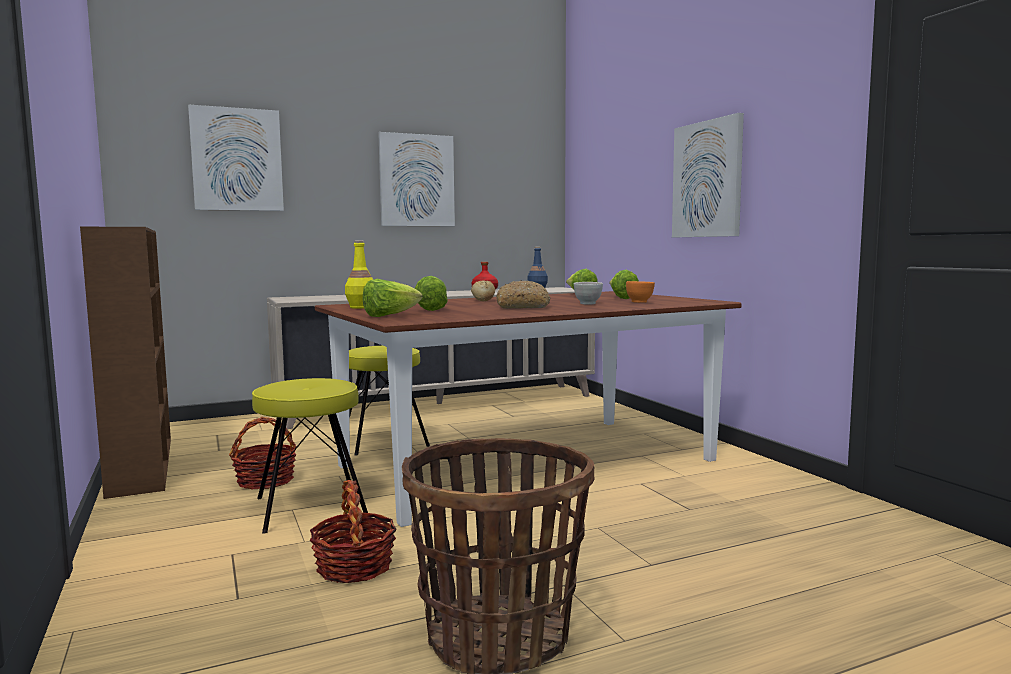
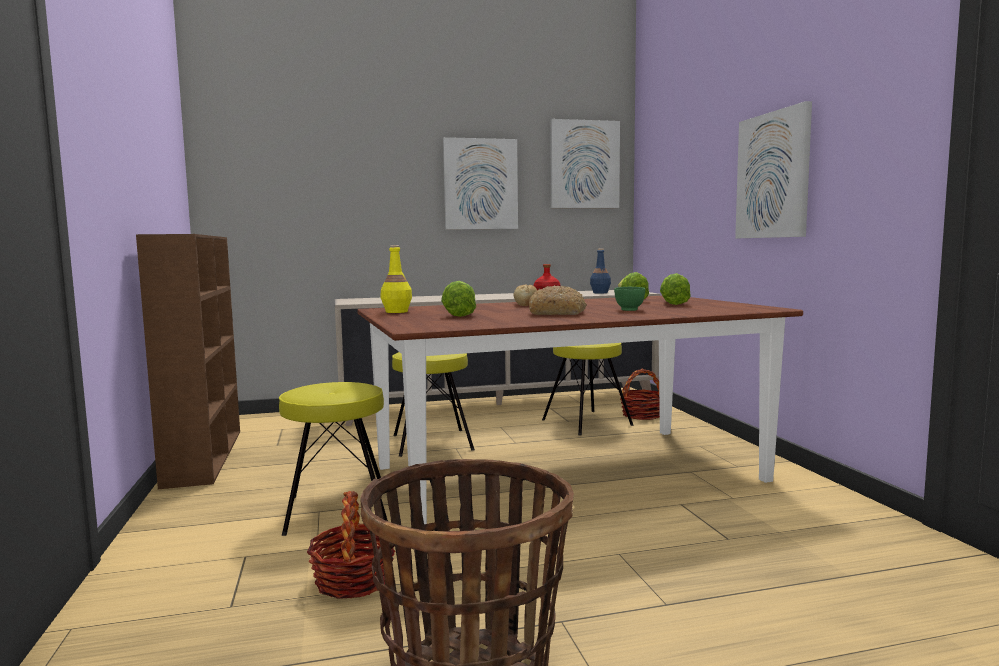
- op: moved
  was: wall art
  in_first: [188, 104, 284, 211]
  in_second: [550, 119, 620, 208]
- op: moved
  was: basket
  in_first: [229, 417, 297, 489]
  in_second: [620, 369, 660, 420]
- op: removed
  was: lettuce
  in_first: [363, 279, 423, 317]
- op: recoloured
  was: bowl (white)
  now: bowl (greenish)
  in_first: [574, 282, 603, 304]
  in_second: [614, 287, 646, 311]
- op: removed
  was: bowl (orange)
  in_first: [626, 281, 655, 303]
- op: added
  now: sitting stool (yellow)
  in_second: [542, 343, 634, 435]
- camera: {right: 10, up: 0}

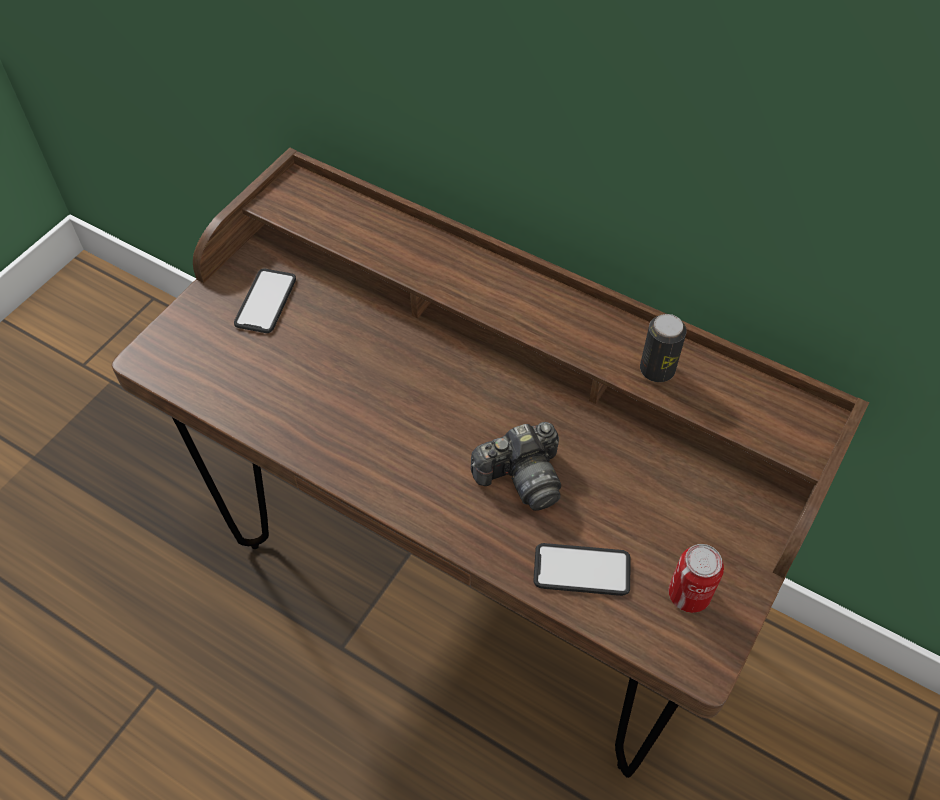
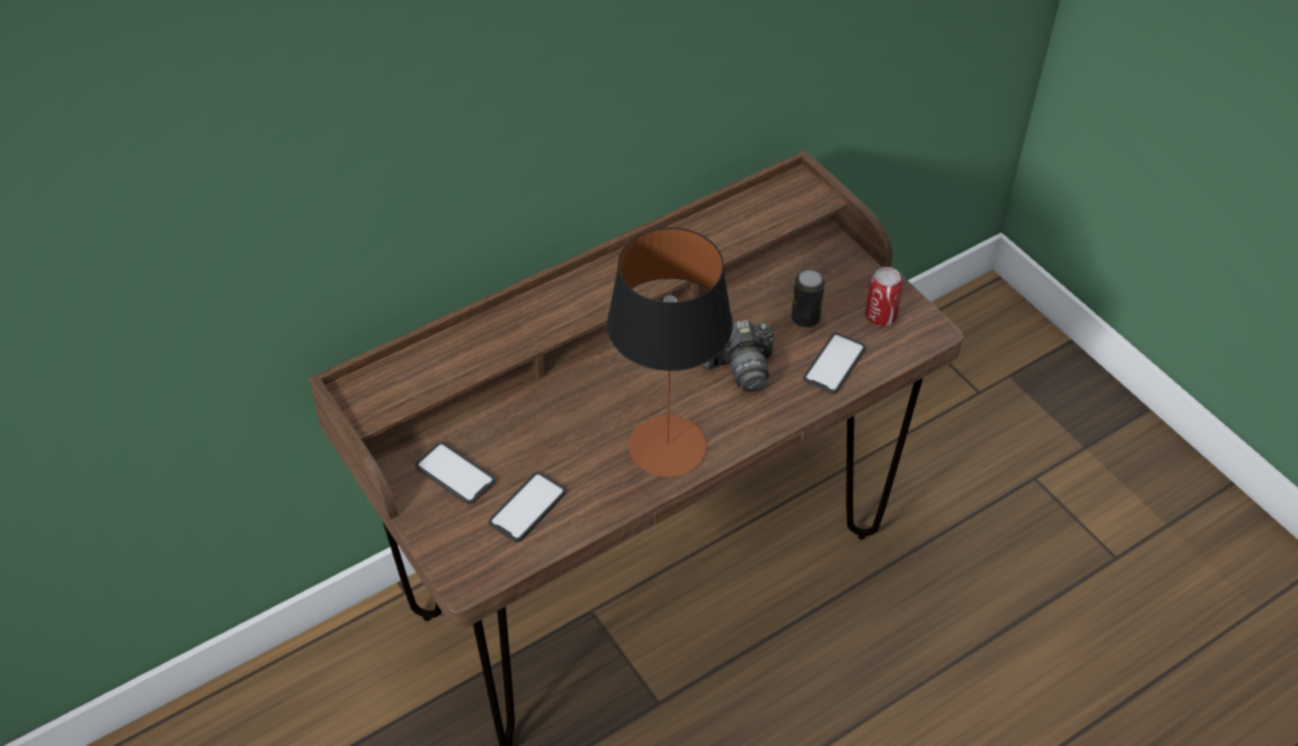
- op: turned
  was: still camera
  in_first: [471, 422, 561, 511]
  in_second: [702, 320, 774, 392]
  clockwise: 75
- op: moved
  was: metal can
  in_first: [640, 314, 687, 382]
  in_second: [791, 270, 825, 327]
- op: added
  now: phone
  in_second: [488, 472, 566, 542]
- op: added
  now: lamp for a table
  in_second: [607, 227, 733, 477]
- camera: {right: -65, up: -5}

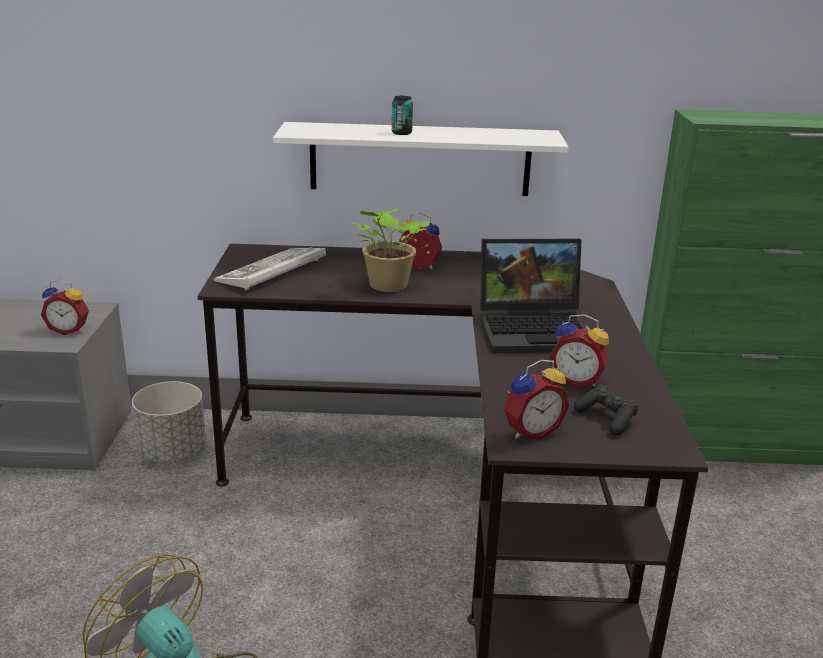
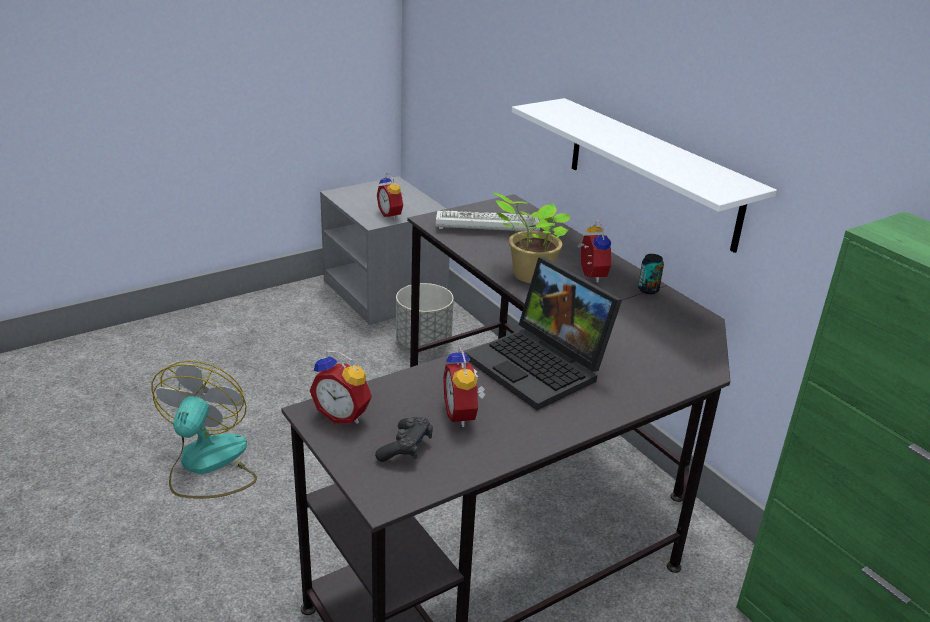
- op: moved
  was: metal can
  in_first: [392, 96, 413, 135]
  in_second: [638, 254, 664, 294]
- camera: {right: 55, up: 5}

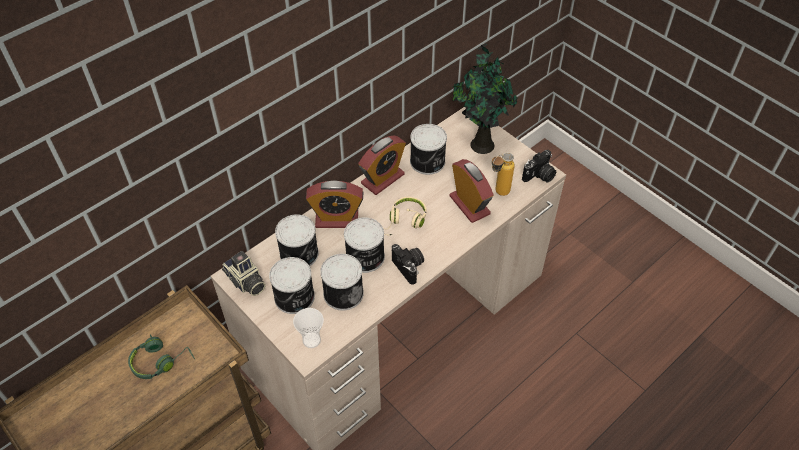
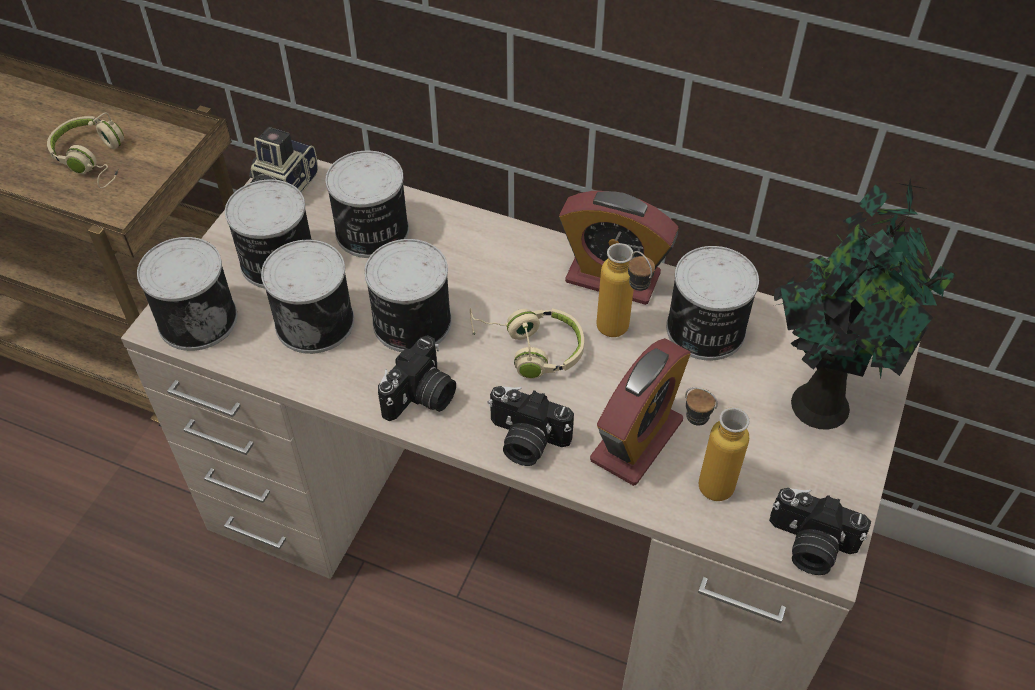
- op: recoloured
  was: headset (greenish)
  now: headset (beige-coloured)
  in_first: [128, 334, 195, 379]
  in_second: [47, 112, 124, 188]
- op: replaced
  was: small cup
  now: metal can
  in_first: [293, 308, 324, 348]
  in_second: [137, 237, 237, 351]
- op: removed
  was: bedside clock
  in_first: [306, 181, 363, 228]
- op: added
  now: still camera
  in_second: [488, 386, 574, 466]
- op: added
  now: beverage bottle
  in_second: [596, 243, 655, 337]
- camera: {right: 65, up: 0}

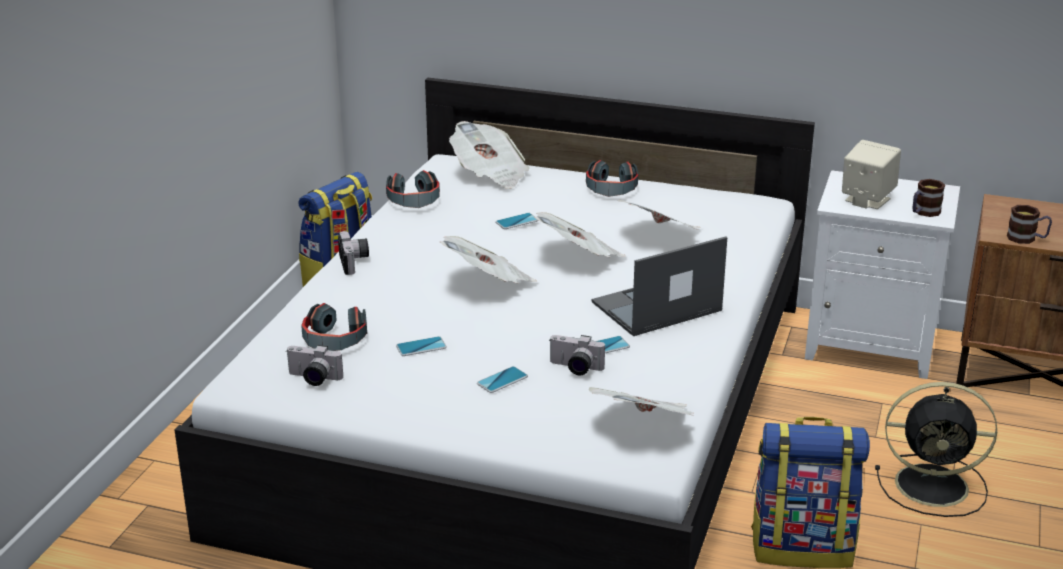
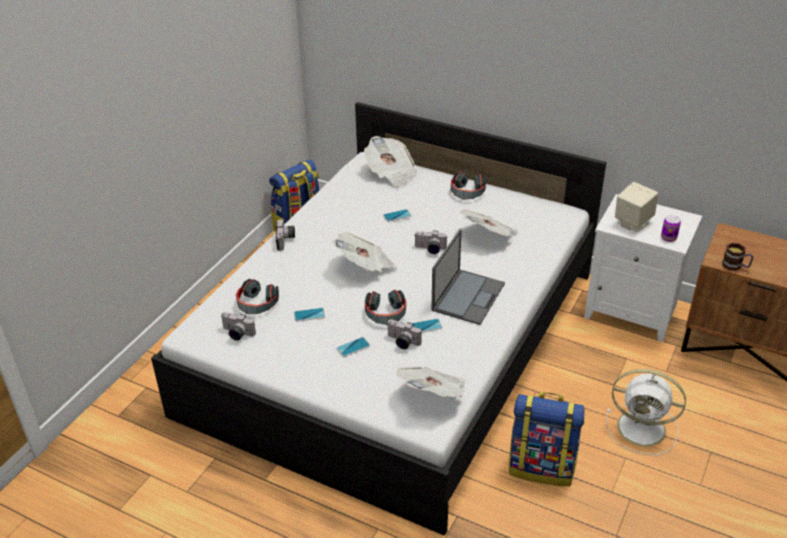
- op: moved
  was: headset
  in_first: [386, 170, 440, 208]
  in_second: [365, 290, 406, 325]
- op: replaced
  was: daily paper
  now: still camera
  in_first: [534, 212, 626, 258]
  in_second: [415, 231, 448, 254]
- op: turned
  was: portable computer
  in_first: [592, 236, 727, 336]
  in_second: [431, 229, 505, 325]
  clockwise: 135
- op: recoloured
  was: fan (blackish)
  now: fan (white)
  in_first: [875, 382, 997, 517]
  in_second: [606, 369, 686, 455]
- op: replaced
  was: tea mug
  now: metal can
  in_first: [912, 179, 945, 217]
  in_second: [661, 215, 681, 242]
- camera: {right: 10, up: 10}

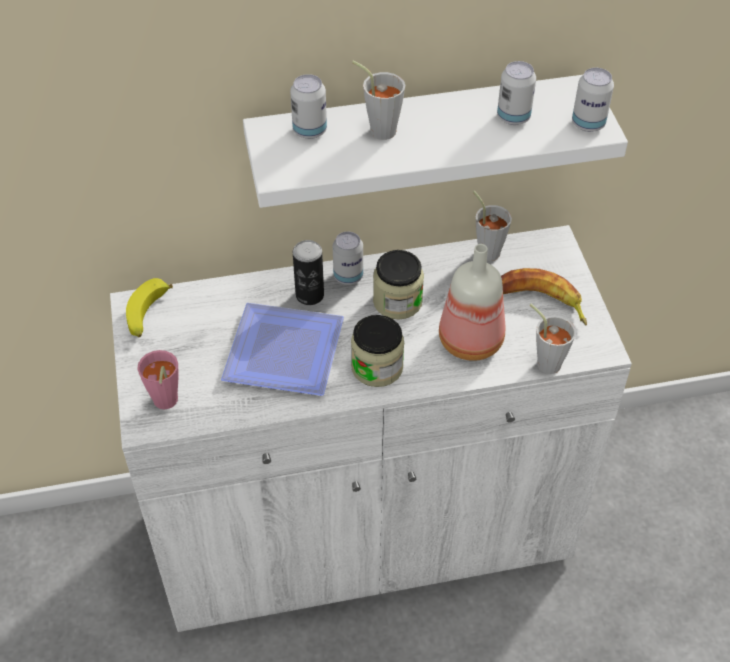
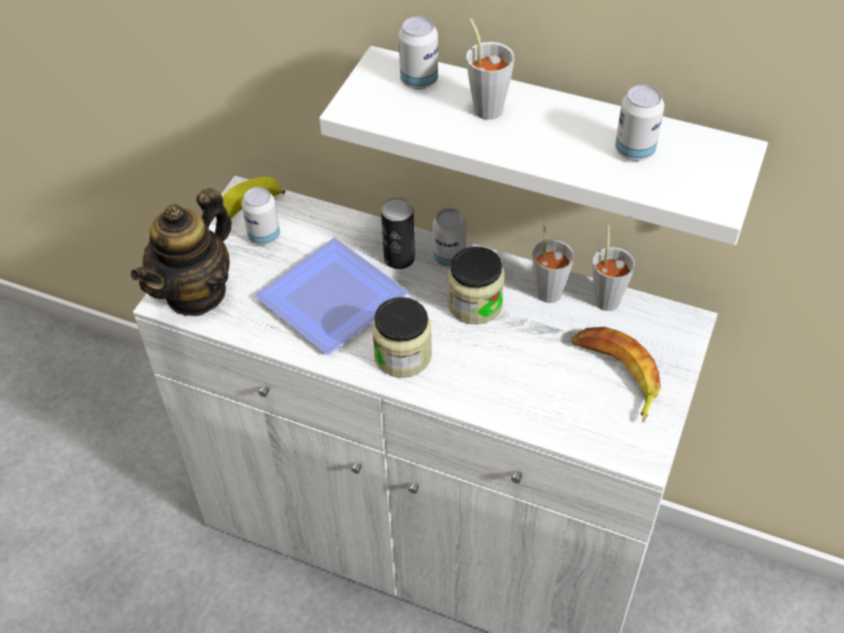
- op: replaced
  was: small cup (pinkish)
  now: pot for tea
  in_first: [137, 350, 179, 409]
  in_second: [131, 188, 232, 316]
- op: removed
  was: beverage bottle
  in_first: [439, 244, 505, 361]
- op: moved
  was: small cup (greyish)
  in_first: [530, 304, 576, 374]
  in_second: [532, 218, 574, 303]
- op: moved
  was: metal can
  in_first: [572, 68, 614, 132]
  in_second: [242, 187, 280, 245]
- camera: {right: 35, up: 0}

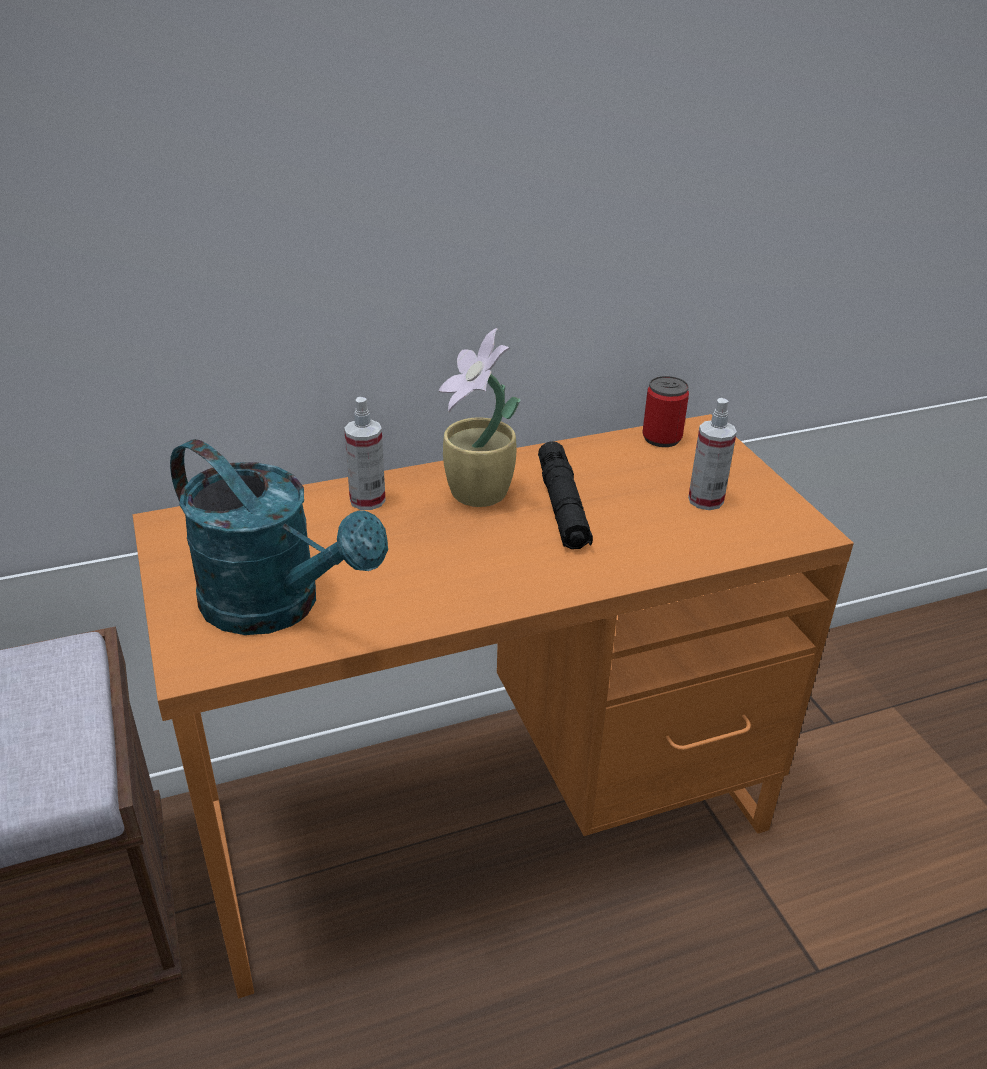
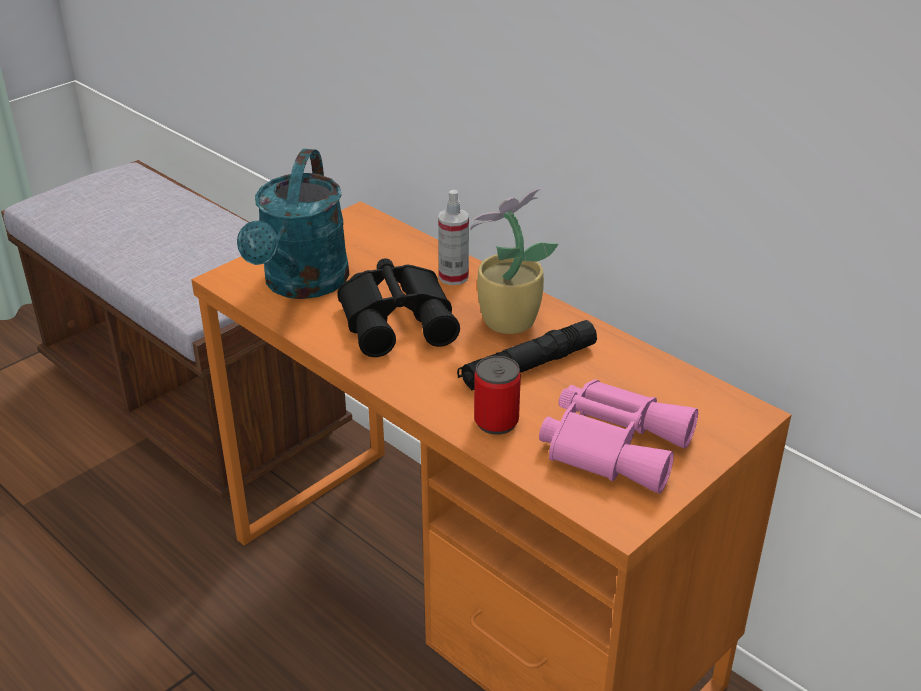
- op: moved
  was: metal can
  in_first: [643, 376, 689, 447]
  in_second: [474, 356, 521, 435]
- op: replaced
  was: spray bottle
  now: field glasses (pinkish)
  in_first: [688, 398, 737, 510]
  in_second: [539, 379, 698, 494]
- op: added
  now: field glasses (blackish)
  in_second: [338, 258, 460, 357]
- camera: {right: 65, up: 0}

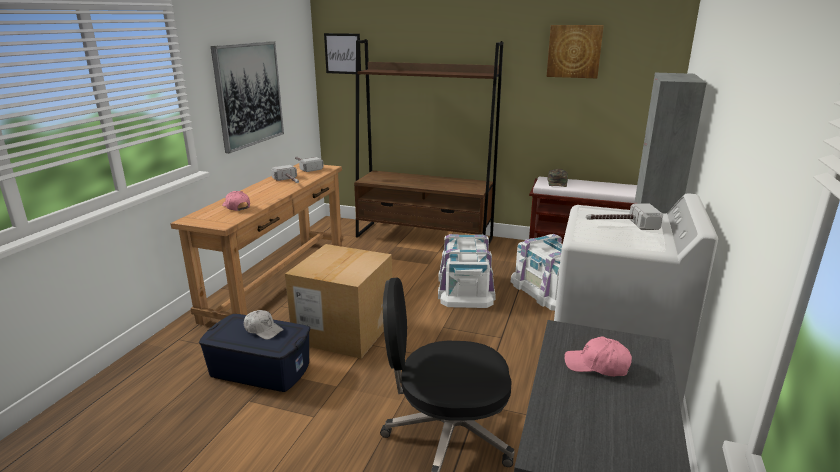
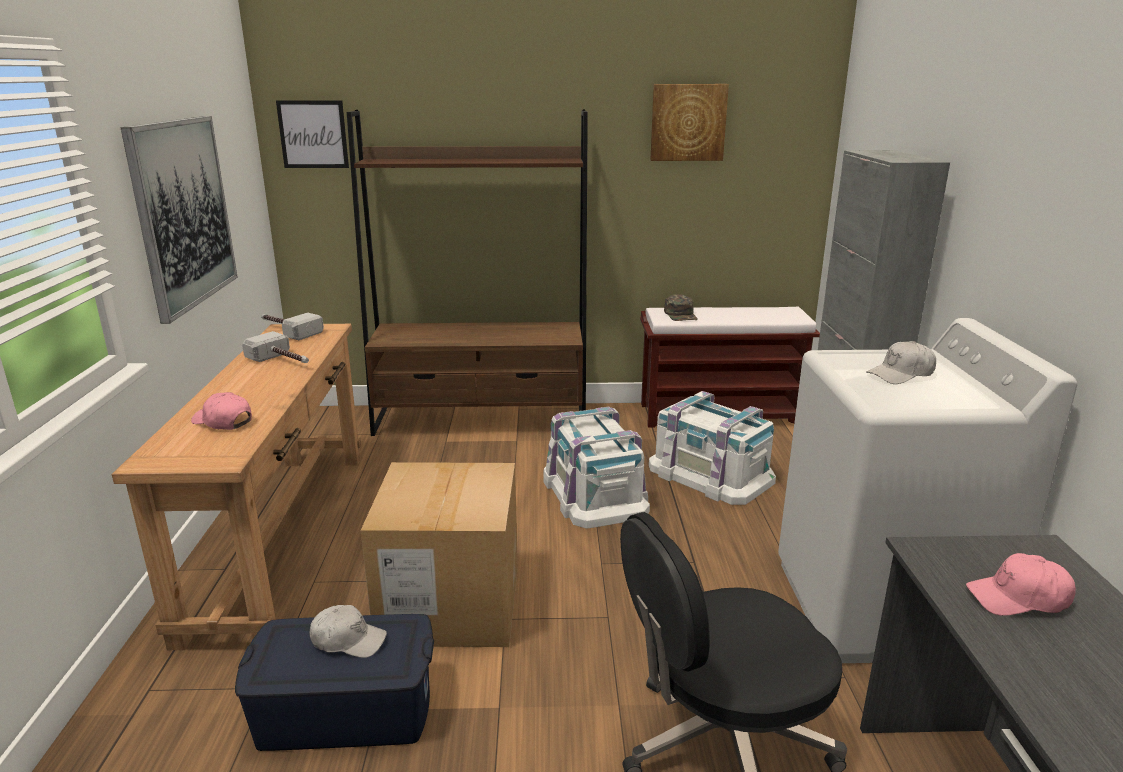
- op: replaced
  was: hand hammer
  now: cap (white)
  in_first: [586, 204, 663, 230]
  in_second: [867, 341, 936, 384]
- camera: {right: -20, up: 0}

